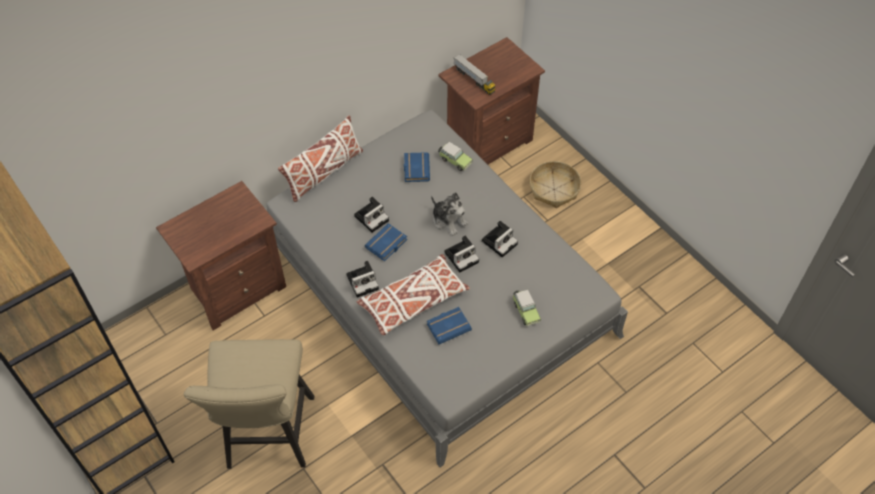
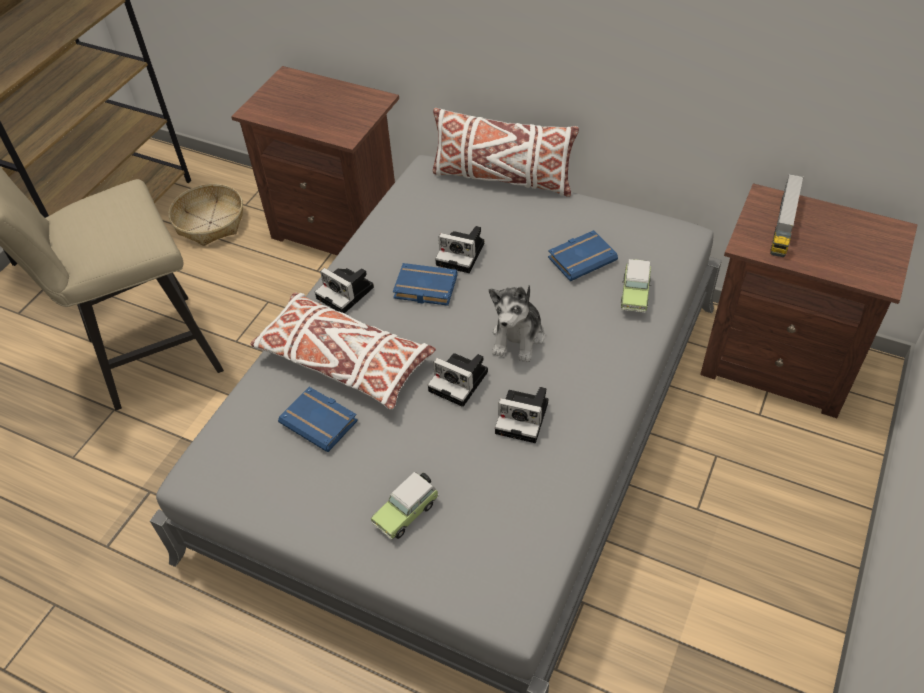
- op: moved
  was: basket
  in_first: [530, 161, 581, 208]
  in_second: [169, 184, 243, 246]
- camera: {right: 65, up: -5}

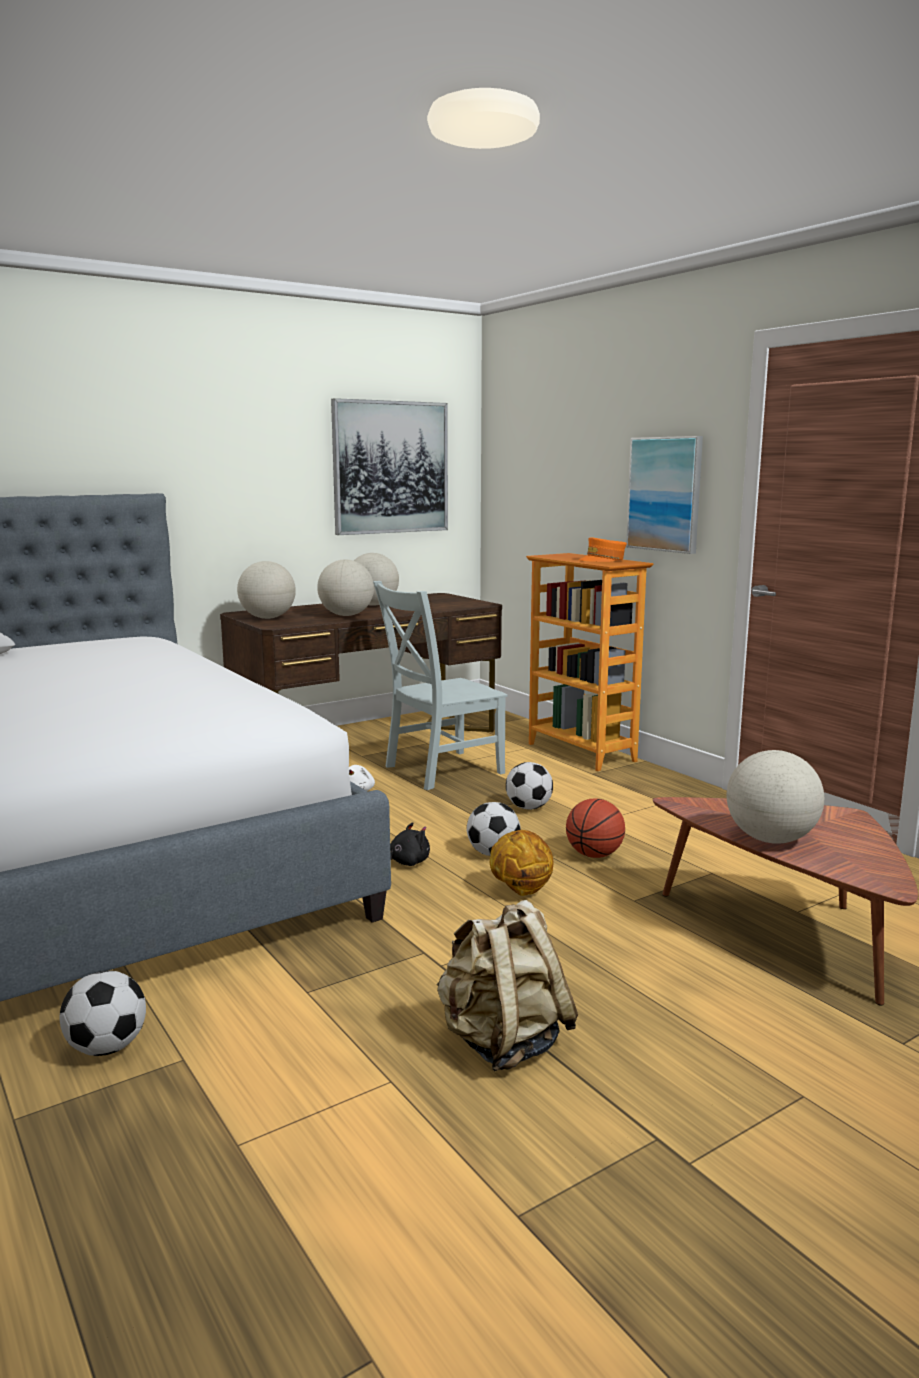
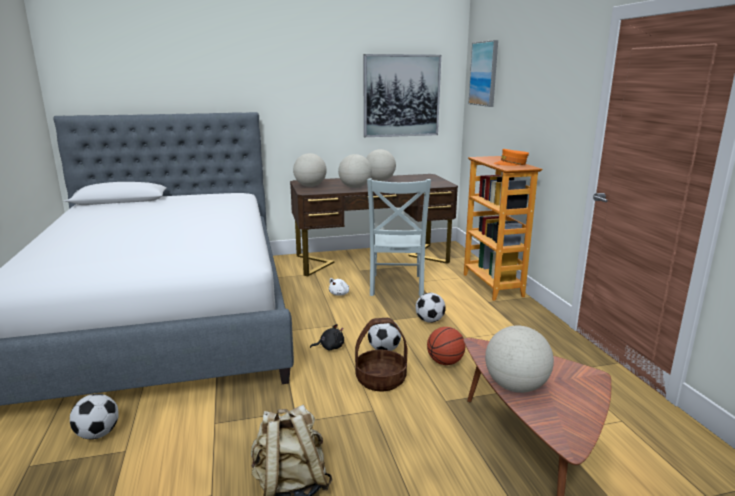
- op: turned
  was: upright chair (greyish)
  in_first: [373, 581, 507, 790]
  in_second: [367, 179, 431, 296]
  clockwise: -75
- op: replaced
  was: ball for basketball
  now: basket
  in_first: [490, 830, 553, 896]
  in_second: [355, 318, 408, 391]
- op: moved
  was: wall art
  in_first: [626, 436, 703, 554]
  in_second: [468, 40, 498, 107]
- camera: {right: 20, up: 5}

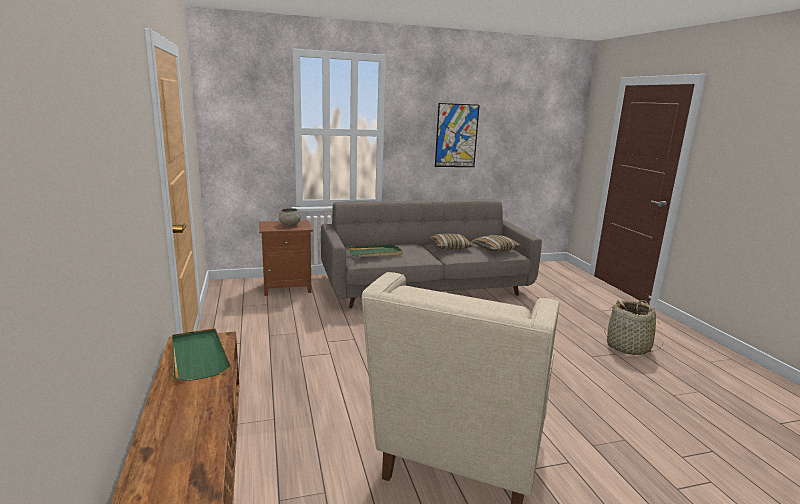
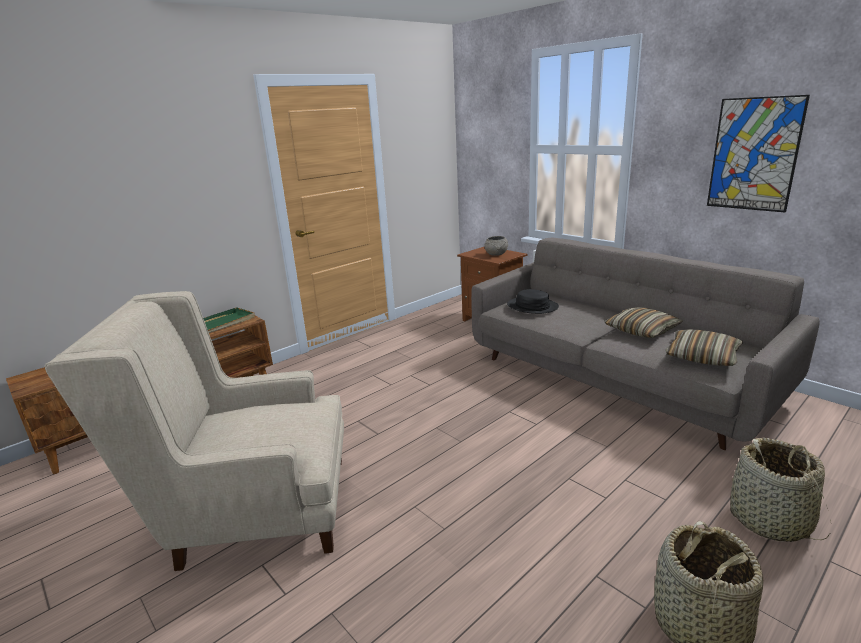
- op: replaced
  was: tray (greenish)
  now: hat (blackish)
  in_first: [348, 244, 403, 257]
  in_second: [507, 289, 559, 314]
- op: added
  now: basket
  in_second: [730, 438, 831, 542]
- camera: {right: 65, up: 5}

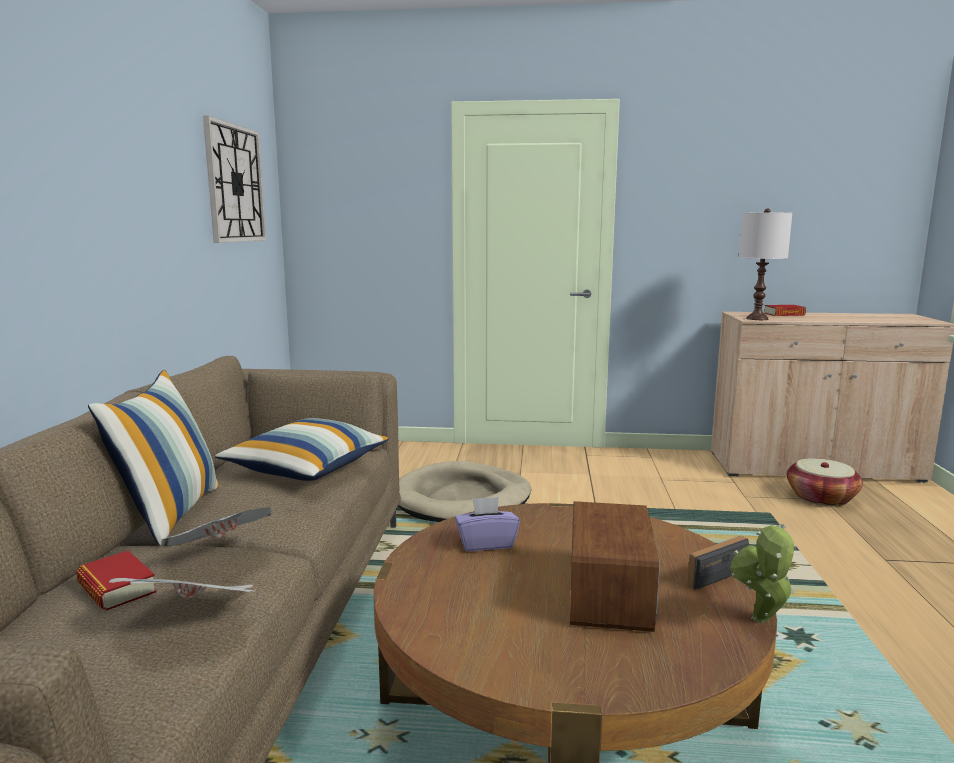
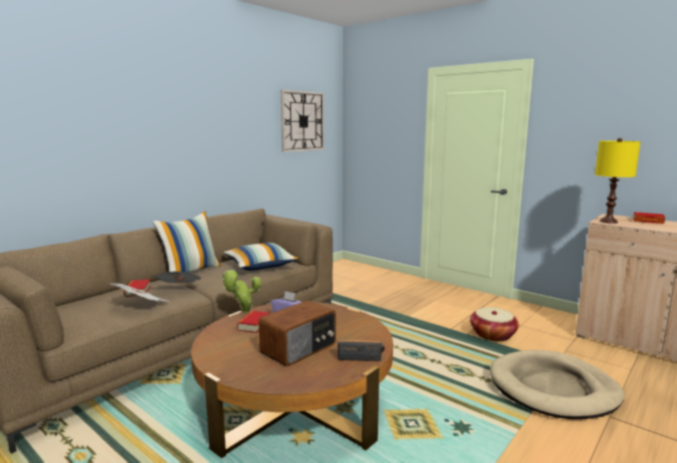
- op: moved
  was: dog bed (beige-coloured)
  in_first: [398, 461, 531, 522]
  in_second: [490, 350, 625, 419]
- op: moved
  was: houseplant
  in_first: [729, 524, 796, 623]
  in_second: [222, 270, 261, 313]
- op: recoloured
  was: lamp for a table (white)
  now: lamp for a table (yellow)
  in_first: [739, 208, 792, 320]
  in_second: [595, 138, 641, 224]
- op: moved
  was: basket
  in_first: [787, 458, 863, 506]
  in_second: [470, 307, 519, 342]
- op: added
  now: book
  in_second: [237, 311, 270, 333]
- camera: {right: 35, up: 0}

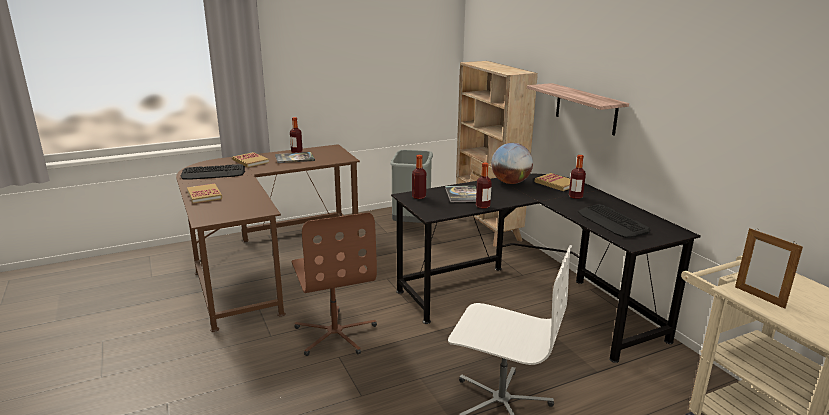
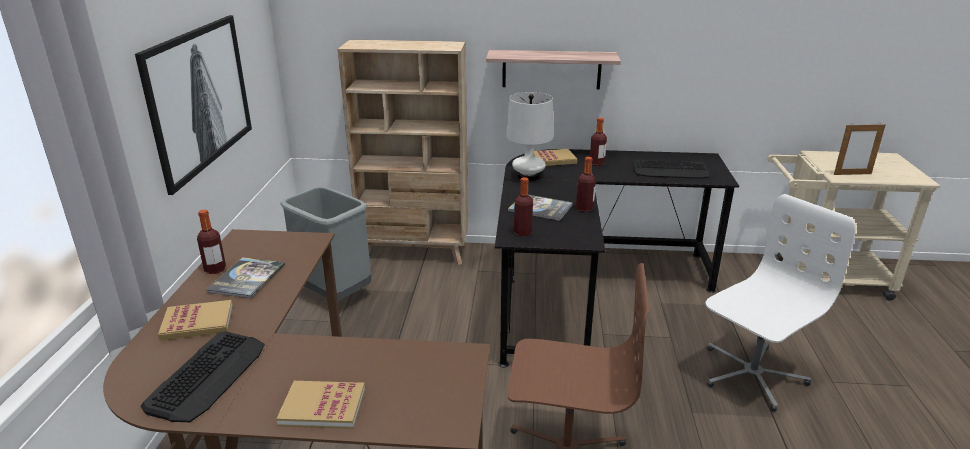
- op: replaced
  was: globe
  now: lamp for a table (white)
  in_first: [491, 143, 533, 184]
  in_second: [506, 92, 553, 181]
- op: added
  now: wall art
  in_second: [135, 15, 252, 195]
- camera: {right: -60, up: 5}

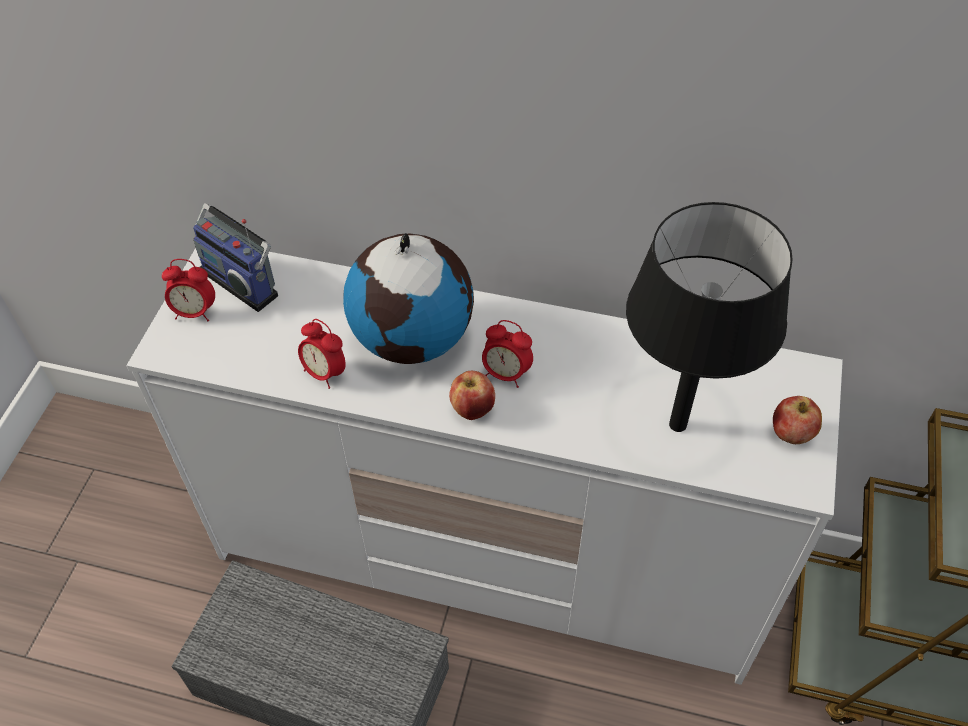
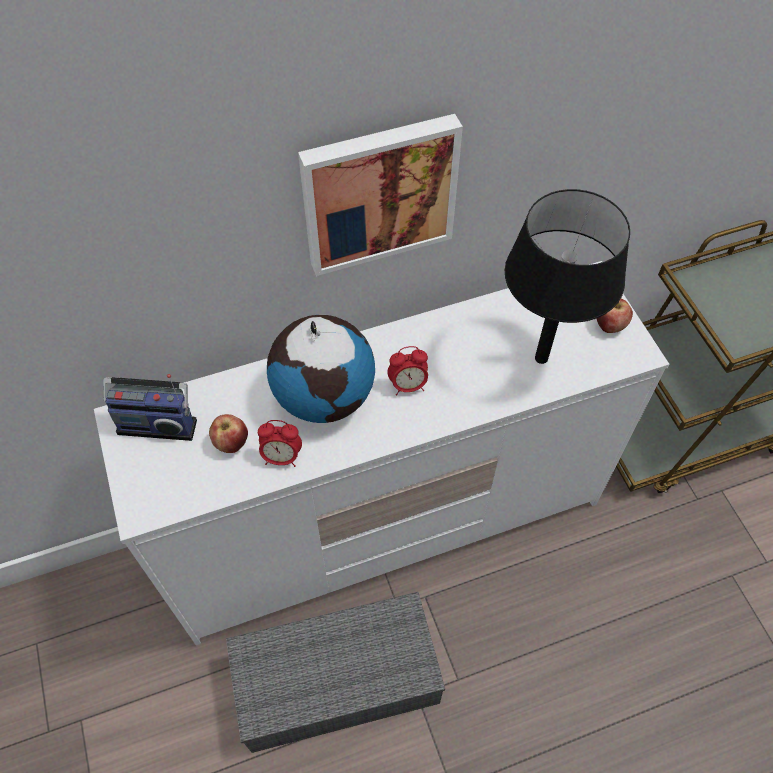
- op: removed
  was: bedside clock
  in_first: [162, 259, 215, 321]
- op: moved
  was: whole apple
  in_first: [449, 371, 495, 420]
  in_second: [209, 414, 248, 453]
- op: added
  now: wall art
  in_second: [298, 114, 463, 276]
- camera: {right: -35, up: 5}

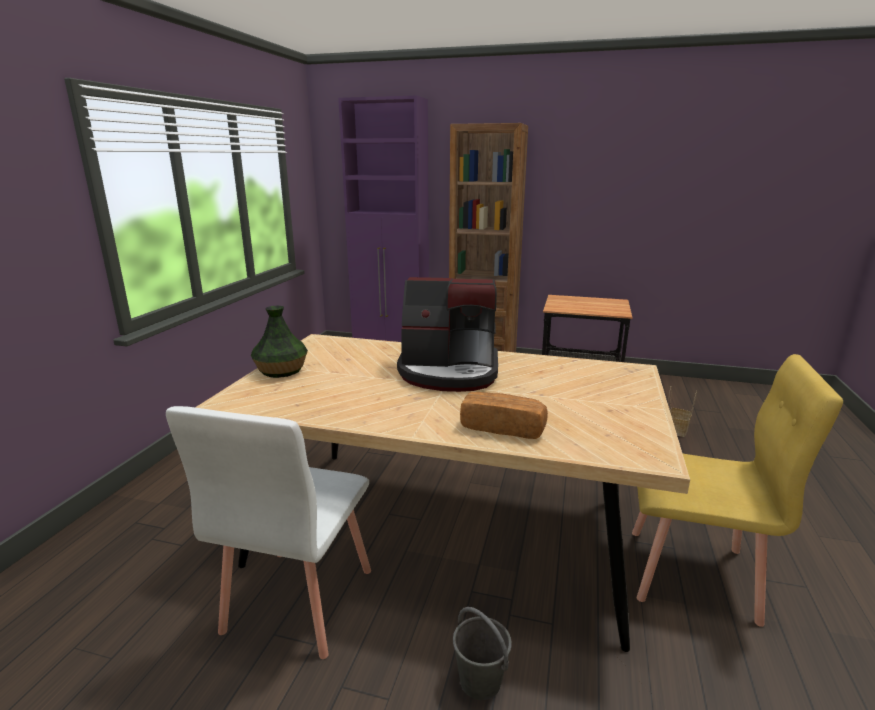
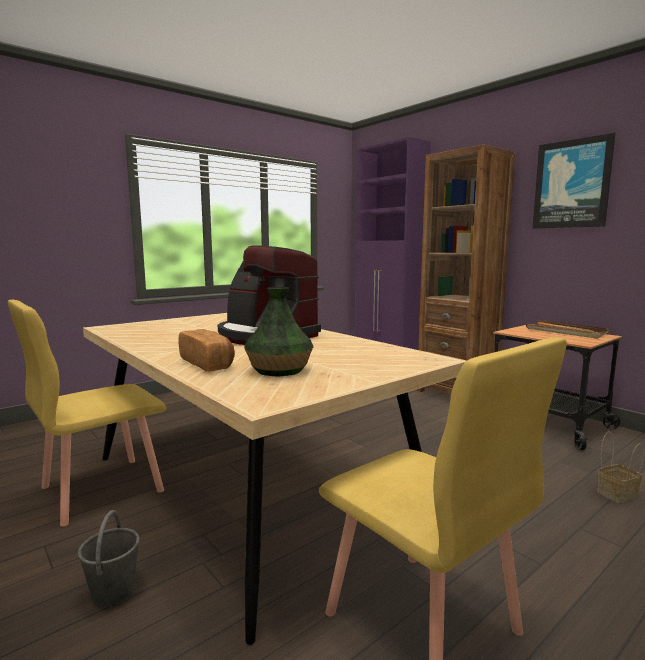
- op: recoloured
  was: upright chair (white)
  now: upright chair (yellow)
  in_first: [166, 406, 371, 659]
  in_second: [8, 300, 167, 527]
- op: moved
  was: vase
  in_first: [251, 306, 308, 378]
  in_second: [244, 287, 314, 377]
- op: added
  now: tray (brown)
  in_second: [526, 320, 609, 339]
- op: added
  now: wall art
  in_second: [532, 133, 615, 229]
- camera: {right: 35, up: -10}

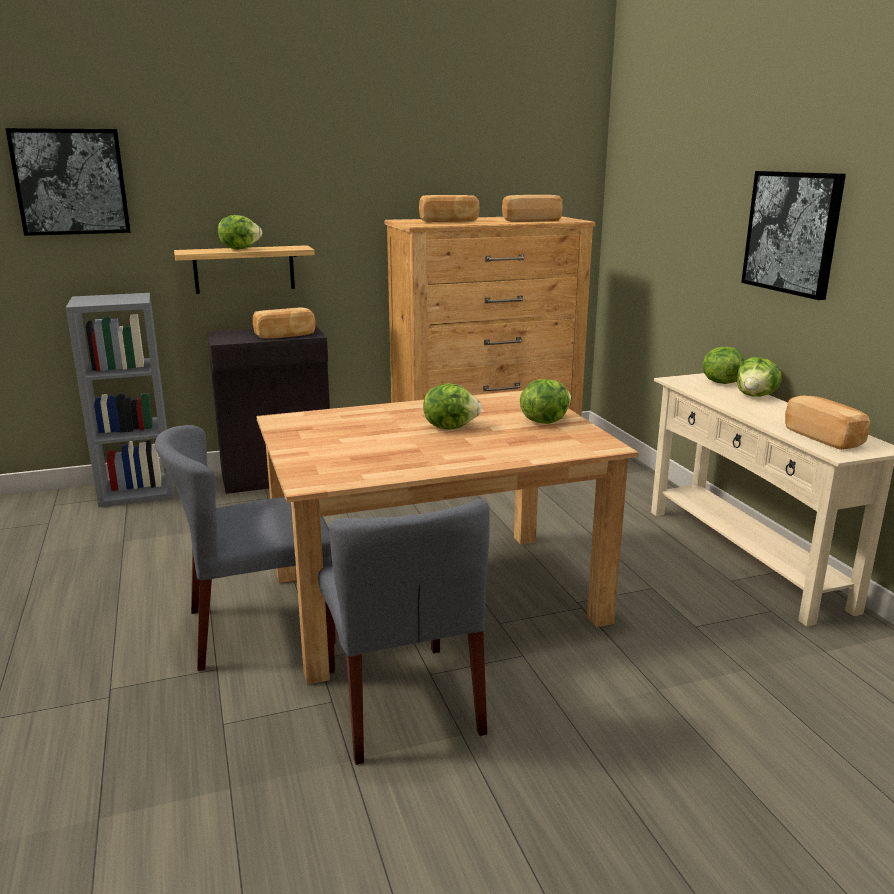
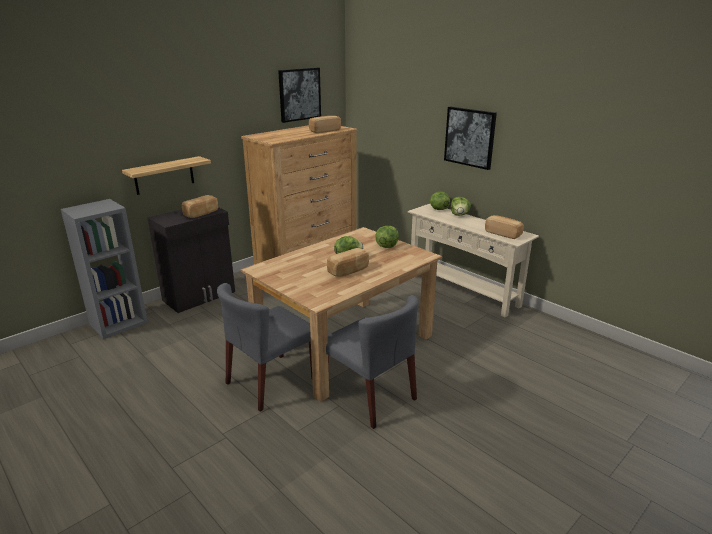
- op: moved
  was: wall art
  in_first: [5, 128, 131, 236]
  in_second: [278, 67, 321, 123]
- op: removed
  was: lettuce
  in_first: [218, 215, 262, 249]
- op: moved
  was: baked bread
  in_first: [419, 195, 480, 222]
  in_second: [327, 248, 369, 277]
- camera: {right: -25, up: 5}

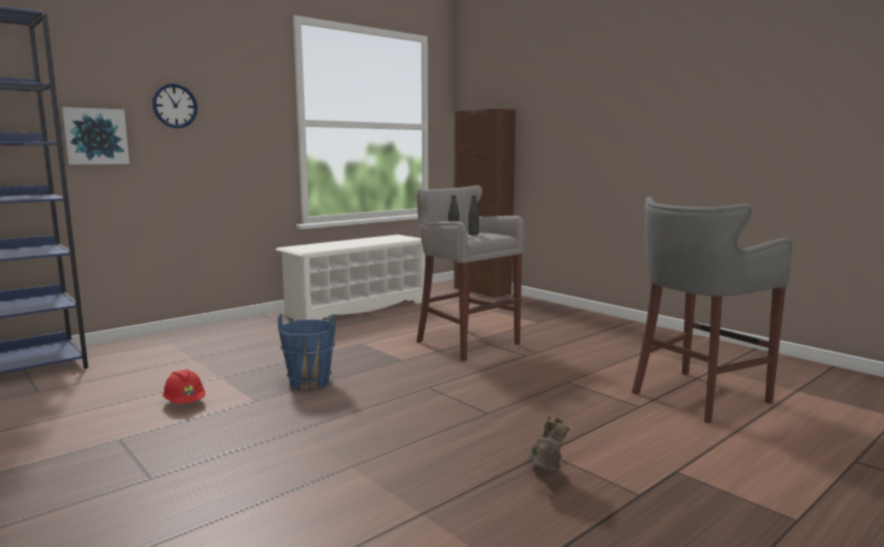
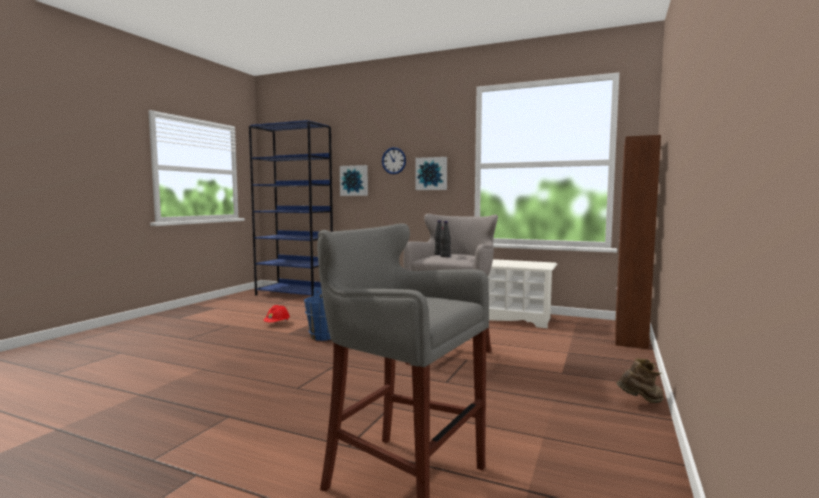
- op: moved
  was: tall boot (brown)
  in_first: [528, 414, 574, 473]
  in_second: [616, 358, 664, 403]
- op: added
  now: wall art
  in_second: [415, 157, 447, 190]
- camera: {right: 65, up: -5}

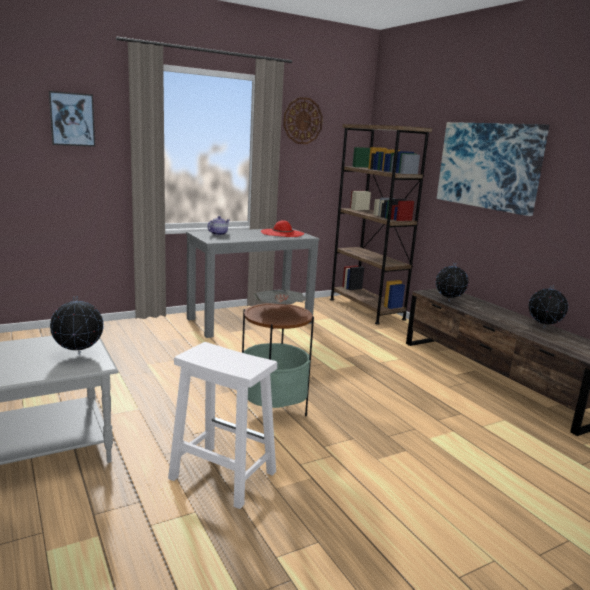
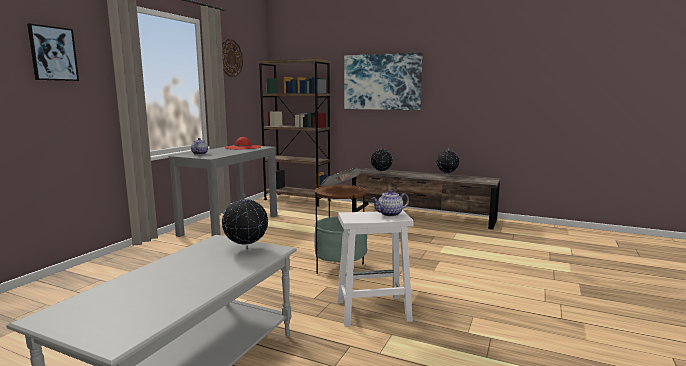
- op: added
  now: pot for tea
  in_second: [371, 190, 409, 217]
- camera: {right: -35, up: -5}

